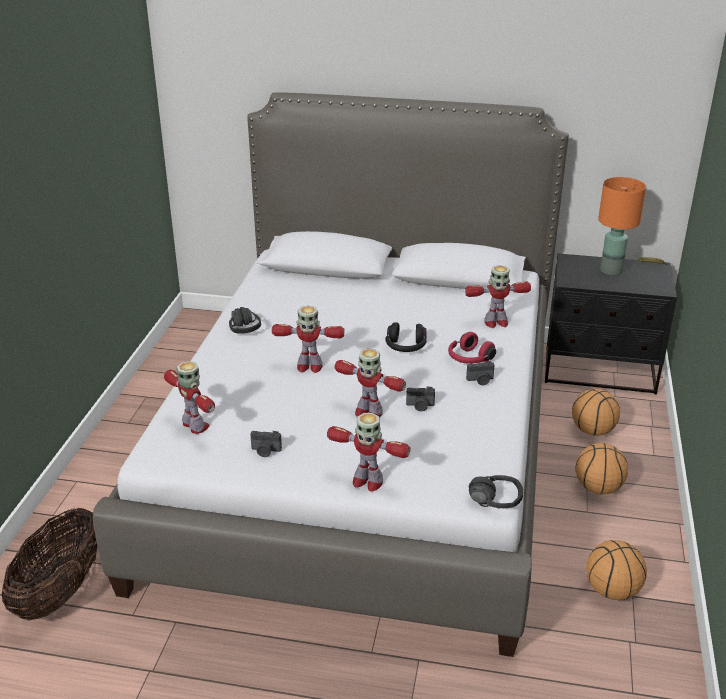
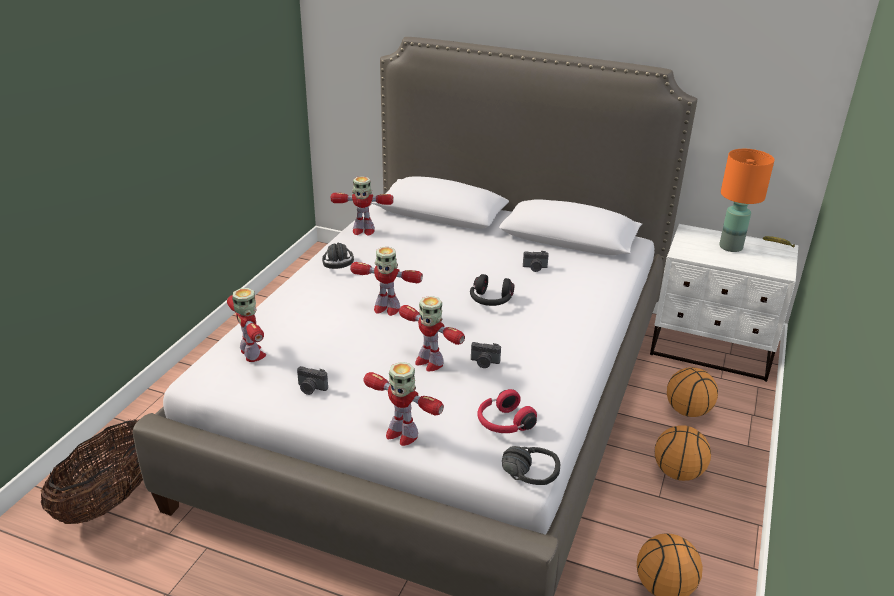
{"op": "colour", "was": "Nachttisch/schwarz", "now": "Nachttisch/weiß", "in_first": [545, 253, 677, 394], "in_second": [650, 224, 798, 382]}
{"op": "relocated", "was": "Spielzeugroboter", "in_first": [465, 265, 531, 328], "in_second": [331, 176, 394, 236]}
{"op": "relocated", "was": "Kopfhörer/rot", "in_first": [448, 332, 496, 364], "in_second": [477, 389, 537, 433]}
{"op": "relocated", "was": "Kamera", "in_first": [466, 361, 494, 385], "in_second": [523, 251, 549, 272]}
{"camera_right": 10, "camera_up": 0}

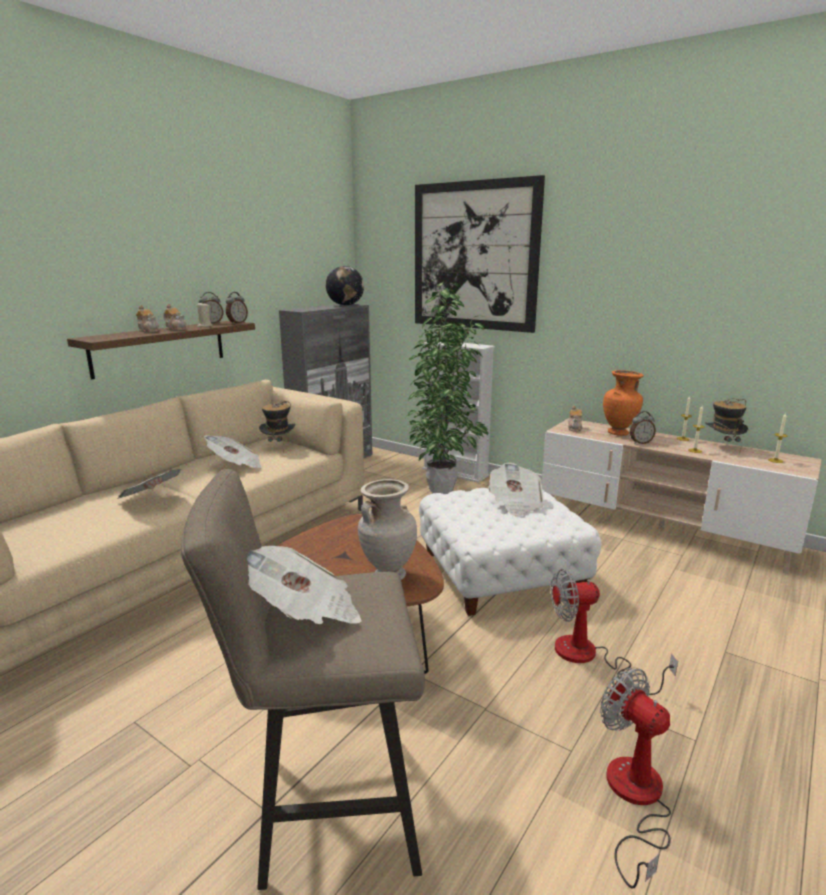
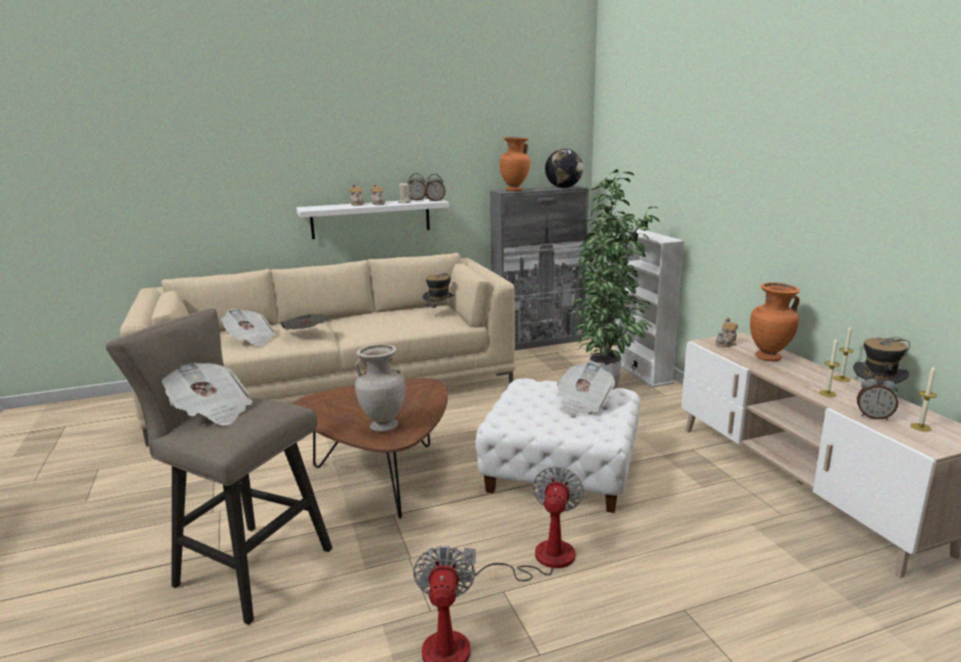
{"op": "missing", "was": "Bild", "in_first": [415, 175, 545, 333]}
{"op": "colour", "was": "Wandregal/braun", "now": "Wandregal/weiß", "in_first": [67, 321, 255, 380], "in_second": [296, 199, 449, 239]}
{"op": "relocated", "was": "Wecker", "in_first": [630, 411, 656, 444], "in_second": [857, 373, 898, 420]}
{"op": "relocated", "was": "Zeitung", "in_first": [204, 435, 262, 469], "in_second": [221, 309, 276, 346]}
{"op": "spun", "was": "Ventilator", "in_first": [551, 569, 678, 695], "in_second": [464, 466, 584, 581], "clockwise": 75}
{"op": "appeared", "now": "Vase/orange", "in_second": [499, 137, 530, 191]}
{"camera_right": 35, "camera_up": 0}

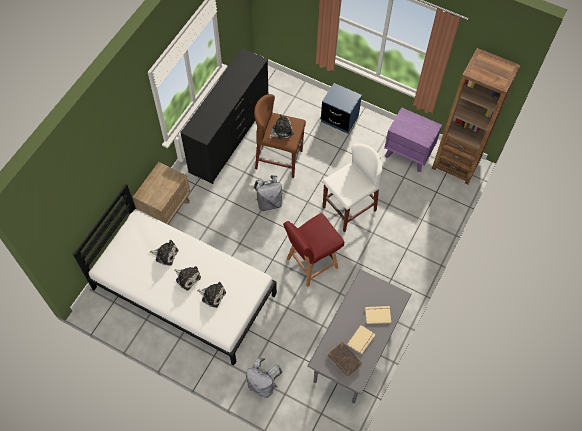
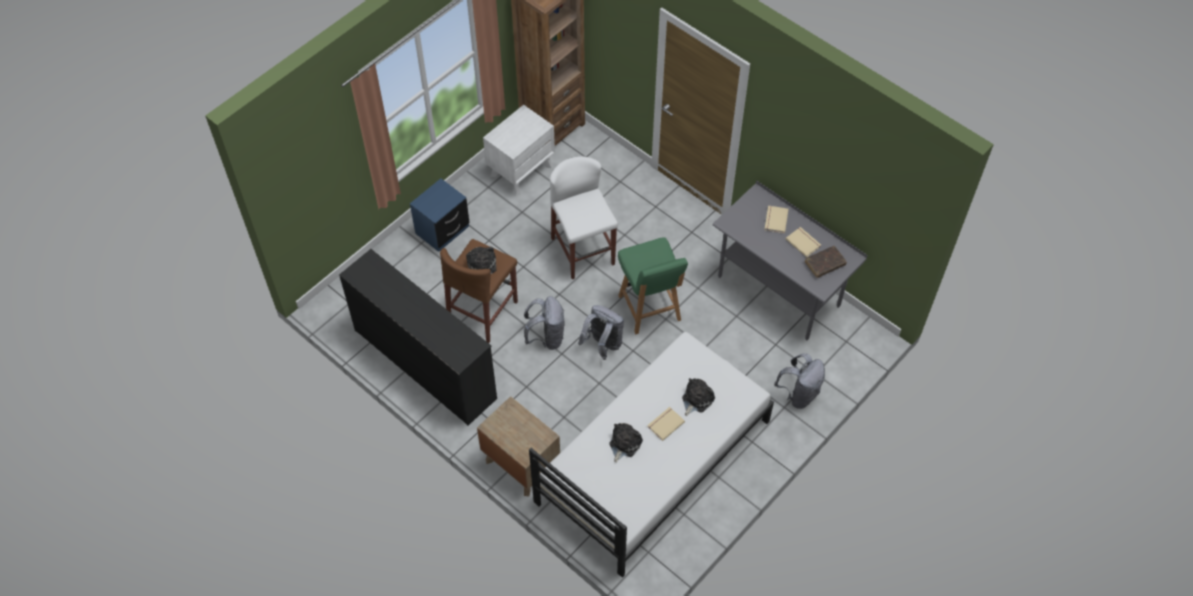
{"op": "colour", "was": "Nachttisch/lila", "now": "Nachttisch/weiß", "in_first": [384, 107, 442, 172], "in_second": [483, 105, 555, 196]}
{"op": "colour", "was": "Stuhl/rot", "now": "Stuhl/grün", "in_first": [283, 213, 344, 287], "in_second": [618, 237, 688, 334]}
{"op": "exchanged", "was": "Plüschtier", "now": "Buch/beige", "in_first": [174, 266, 201, 291], "in_second": [647, 407, 685, 441]}
{"op": "appeared", "now": "Rucksack/grau", "in_second": [578, 305, 624, 360]}
{"camera_right": -75, "camera_up": -5}

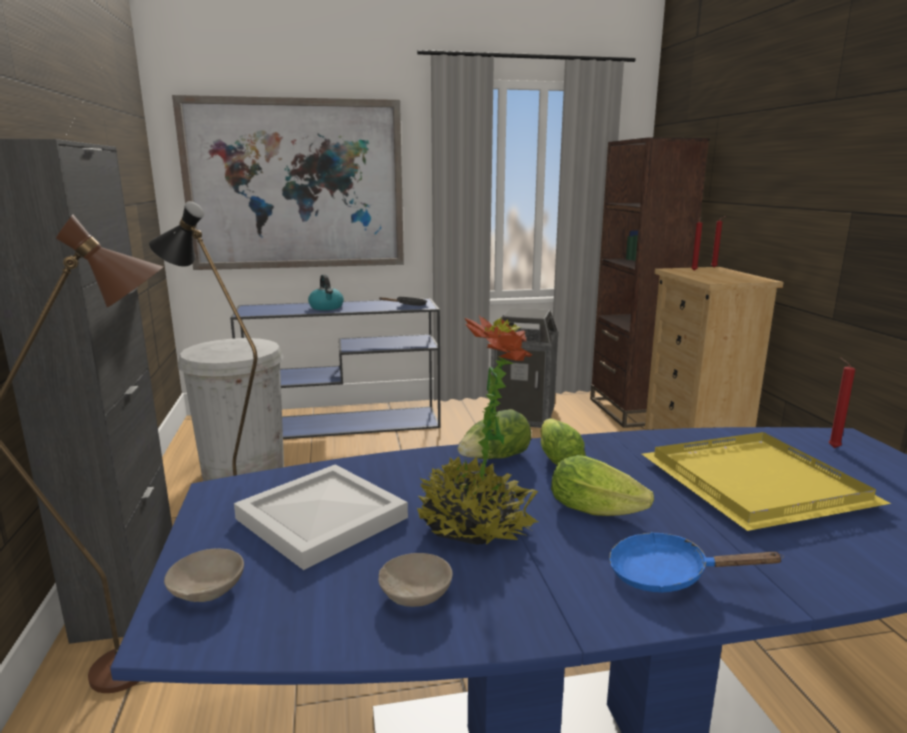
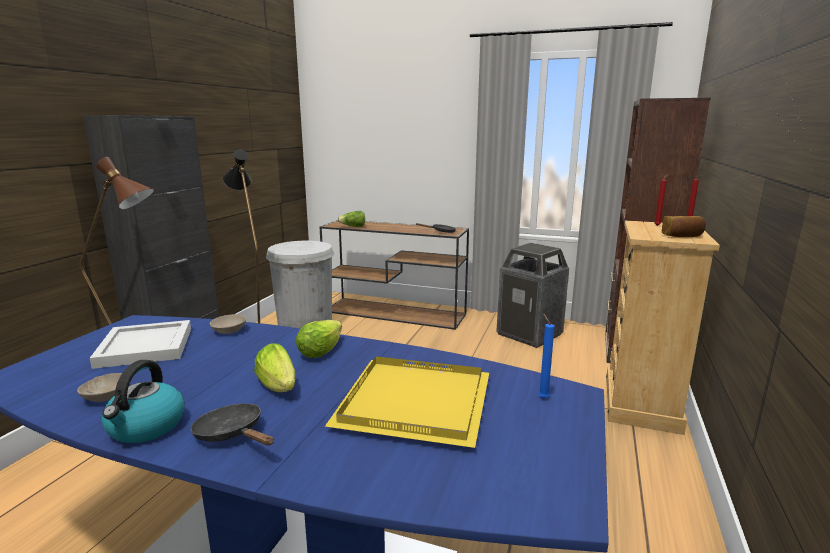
{"op": "missing", "was": "Bild", "in_first": [172, 95, 404, 270]}
{"op": "relocated", "was": "Wasserkessel", "in_first": [308, 274, 344, 310], "in_second": [102, 360, 185, 443]}
{"op": "colour", "was": "Konsolentisch/blau", "now": "Konsolentisch/braun", "in_first": [230, 298, 440, 439], "in_second": [320, 220, 469, 330]}
{"op": "missing", "was": "Topfpflanze", "in_first": [417, 316, 538, 545]}
{"op": "colour", "was": "Kerze/rot", "now": "Kerze/blau", "in_first": [828, 357, 855, 448], "in_second": [538, 314, 555, 399]}
{"op": "relocated", "was": "Salatkopf", "in_first": [458, 409, 531, 459], "in_second": [337, 211, 365, 227]}
{"op": "colour", "was": "Pfanne/blau", "now": "Pfanne/schwarz", "in_first": [609, 532, 784, 593], "in_second": [190, 403, 274, 446]}
{"op": "relocated", "was": "Schüssel/beige", "in_first": [164, 549, 244, 602], "in_second": [210, 314, 246, 334]}
{"op": "appeared", "now": "Brot", "in_second": [662, 216, 706, 237]}
{"camera_right": 30, "camera_up": 0}

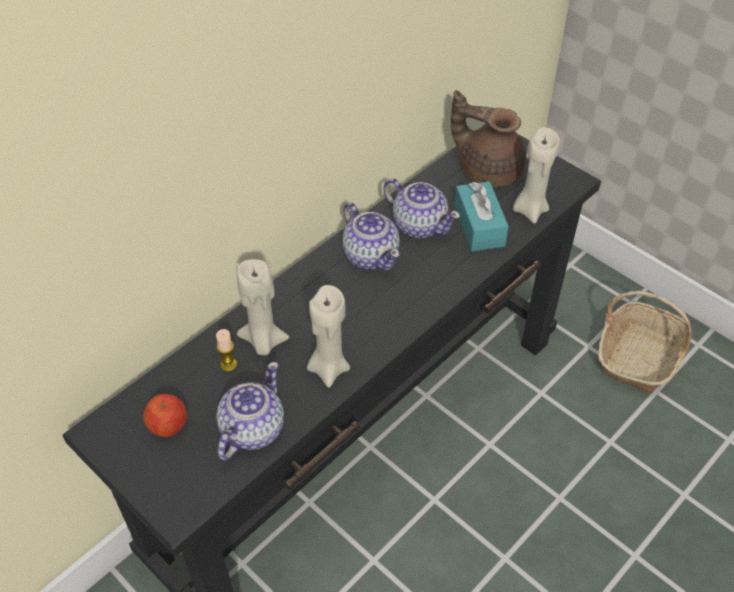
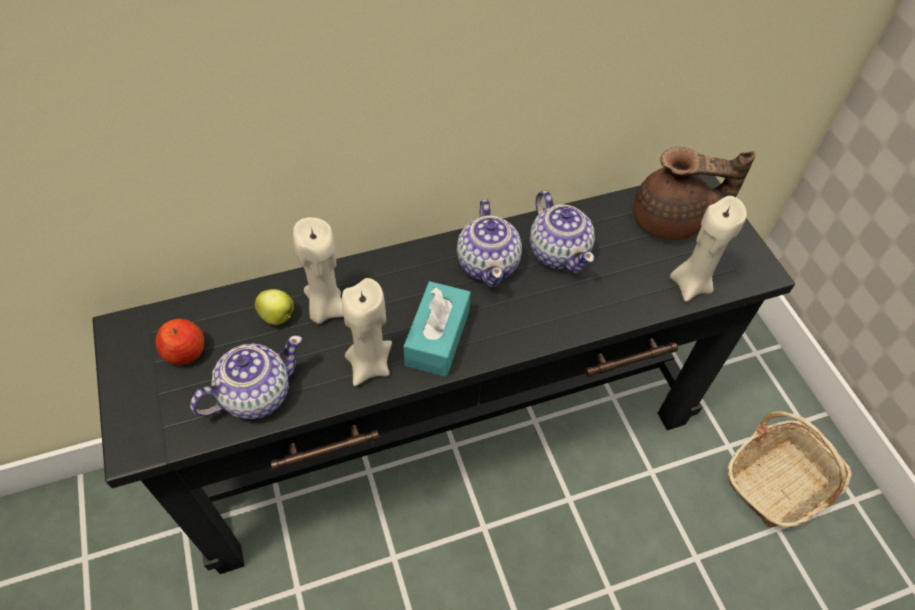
{"op": "spun", "was": "Teekanne/braun", "in_first": [451, 90, 526, 187], "in_second": [633, 147, 756, 240], "clockwise": 135}
{"op": "relocated", "was": "Taschentuchbox/türkis", "in_first": [455, 181, 509, 251], "in_second": [403, 281, 471, 377]}
{"op": "exchanged", "was": "Kerze", "now": "Apfel", "in_first": [216, 329, 237, 372], "in_second": [255, 289, 294, 325]}
{"camera_right": 25, "camera_up": 5}

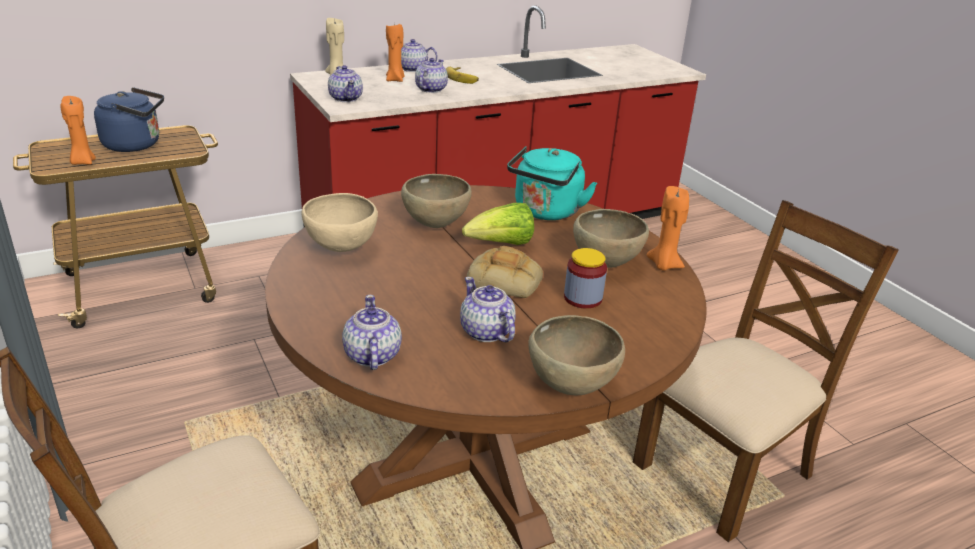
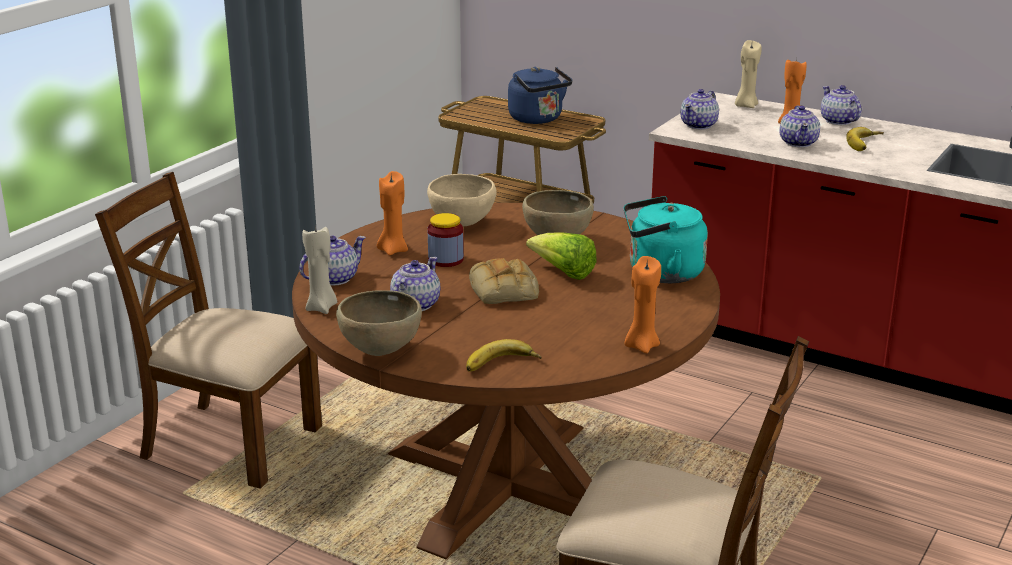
{"op": "spun", "was": "Teekanne", "in_first": [415, 58, 448, 93], "in_second": [779, 105, 820, 147], "clockwise": 105}
{"op": "relocated", "was": "Kerze/orange", "in_first": [60, 96, 96, 165], "in_second": [377, 171, 408, 255]}
{"op": "missing", "was": "Schüssel/braun", "in_first": [573, 209, 649, 268]}
{"op": "relocated", "was": "Vorratsglas", "in_first": [564, 248, 607, 309], "in_second": [428, 213, 464, 267]}
{"op": "appeared", "now": "Kerze/beige", "in_second": [302, 225, 337, 314]}
{"op": "appeared", "now": "Banane", "in_second": [466, 339, 542, 372]}
{"camera_right": 60, "camera_up": -5}

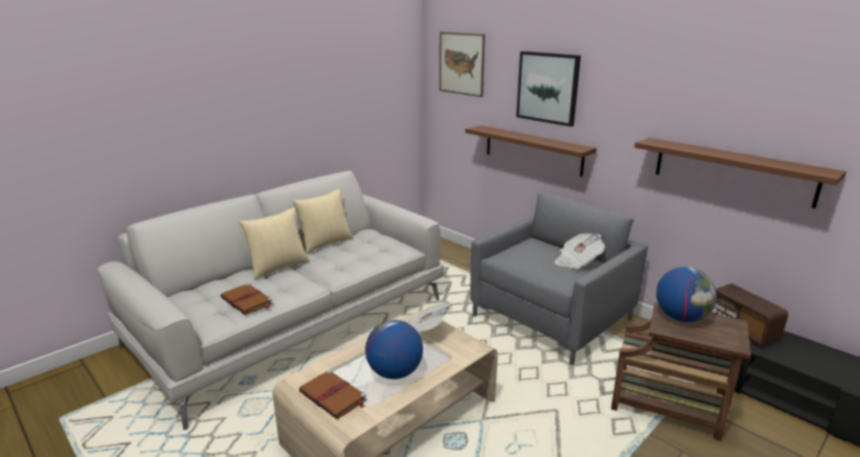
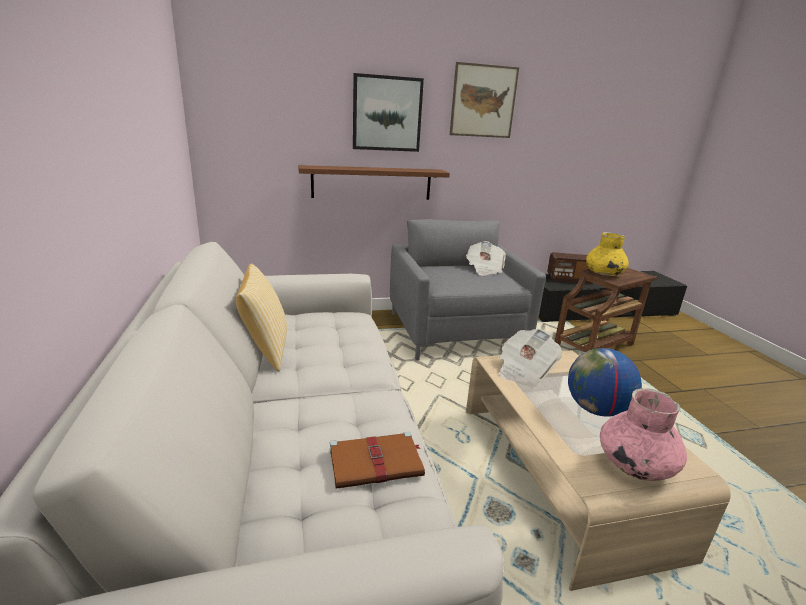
{"op": "relocated", "was": "Bild", "in_first": [439, 32, 485, 97], "in_second": [450, 62, 519, 138]}
{"op": "missing", "was": "Wandregal", "in_first": [634, 138, 846, 208]}
{"op": "missing", "was": "Kissen", "in_first": [239, 207, 310, 280]}
{"op": "exchanged", "was": "Globus", "now": "Vase/gelb", "in_first": [656, 267, 717, 322], "in_second": [586, 232, 629, 276]}
{"op": "exchanged", "was": "Buch/braun", "now": "Vase/rosa", "in_first": [299, 370, 367, 419], "in_second": [600, 388, 687, 481]}
{"camera_right": -60, "camera_up": 0}

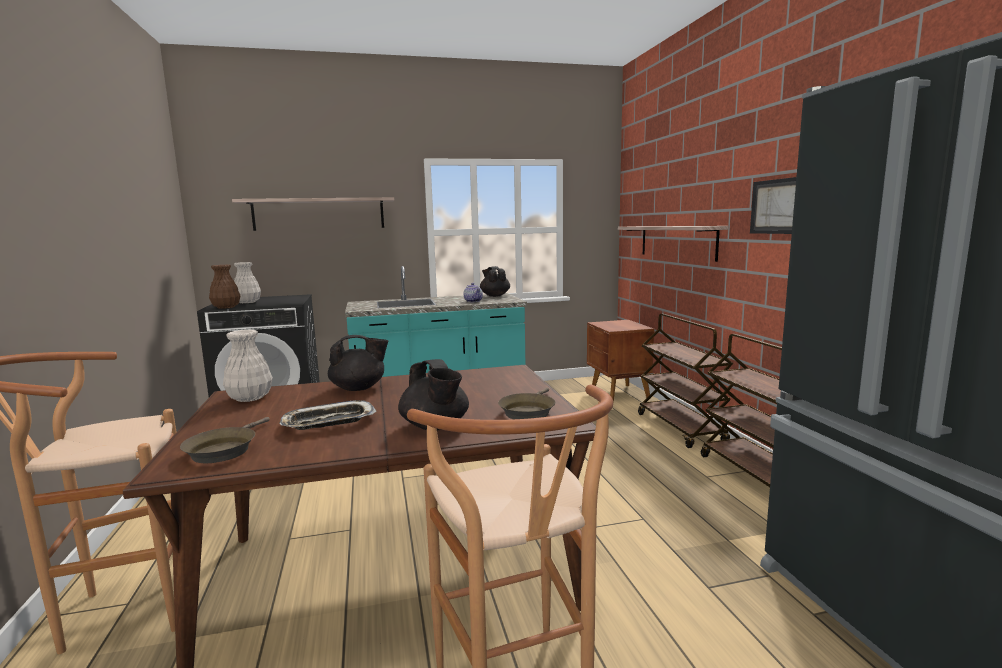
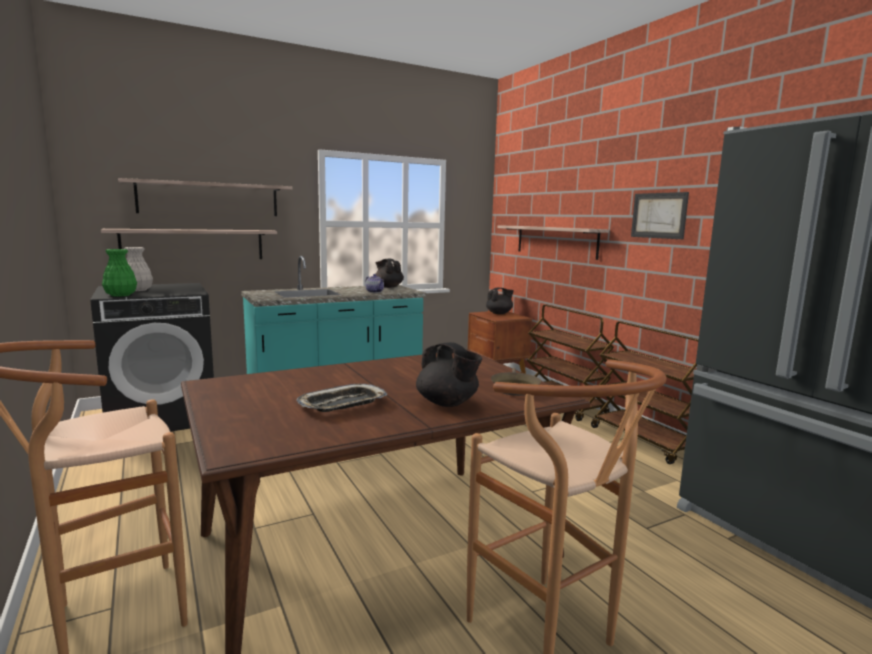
{"op": "colour", "was": "Vase/braun", "now": "Vase/grün", "in_first": [209, 265, 240, 309], "in_second": [102, 249, 137, 297]}
{"op": "missing", "was": "Vase/weiß", "in_first": [223, 329, 273, 402]}
{"op": "relocated", "was": "Teekanne/schwarz", "in_first": [328, 335, 388, 391], "in_second": [486, 288, 514, 314]}
{"op": "missing", "was": "Pfanne/braun", "in_first": [180, 417, 270, 463]}
{"op": "appeared", "now": "Wandregal", "in_second": [101, 229, 277, 259]}
{"camera_right": -15, "camera_up": 0}

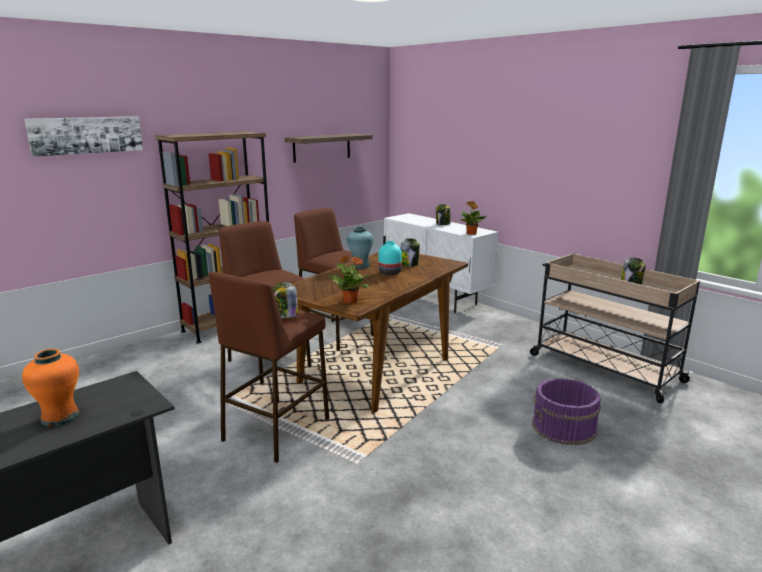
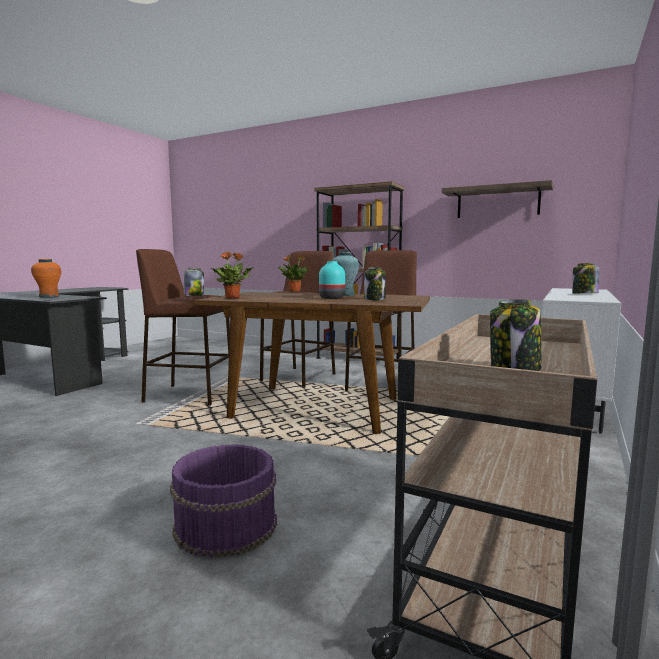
{"op": "missing", "was": "Bild", "in_first": [25, 116, 143, 157]}
{"op": "relocated", "was": "Topfpflanze", "in_first": [461, 201, 486, 235], "in_second": [278, 254, 311, 292]}
{"camera_right": 70, "camera_up": -10}

